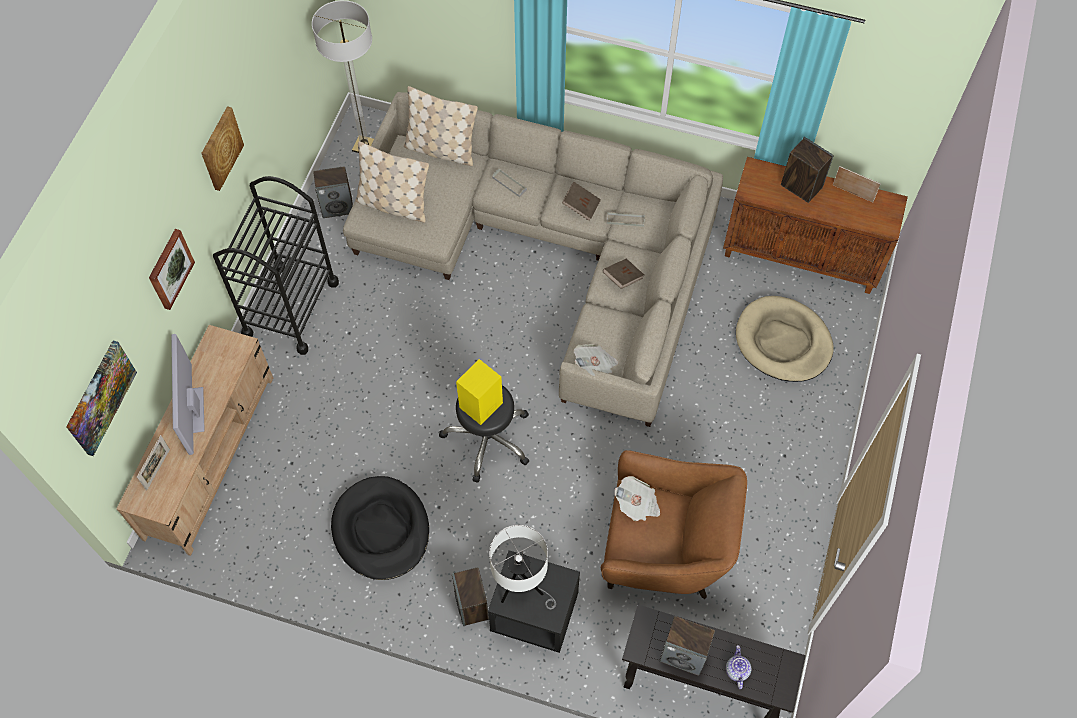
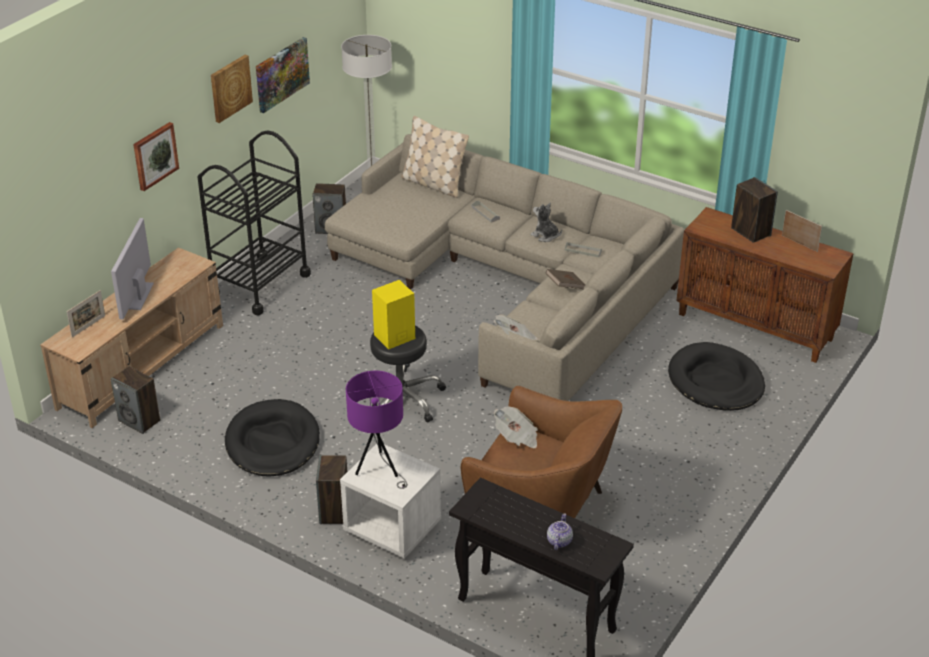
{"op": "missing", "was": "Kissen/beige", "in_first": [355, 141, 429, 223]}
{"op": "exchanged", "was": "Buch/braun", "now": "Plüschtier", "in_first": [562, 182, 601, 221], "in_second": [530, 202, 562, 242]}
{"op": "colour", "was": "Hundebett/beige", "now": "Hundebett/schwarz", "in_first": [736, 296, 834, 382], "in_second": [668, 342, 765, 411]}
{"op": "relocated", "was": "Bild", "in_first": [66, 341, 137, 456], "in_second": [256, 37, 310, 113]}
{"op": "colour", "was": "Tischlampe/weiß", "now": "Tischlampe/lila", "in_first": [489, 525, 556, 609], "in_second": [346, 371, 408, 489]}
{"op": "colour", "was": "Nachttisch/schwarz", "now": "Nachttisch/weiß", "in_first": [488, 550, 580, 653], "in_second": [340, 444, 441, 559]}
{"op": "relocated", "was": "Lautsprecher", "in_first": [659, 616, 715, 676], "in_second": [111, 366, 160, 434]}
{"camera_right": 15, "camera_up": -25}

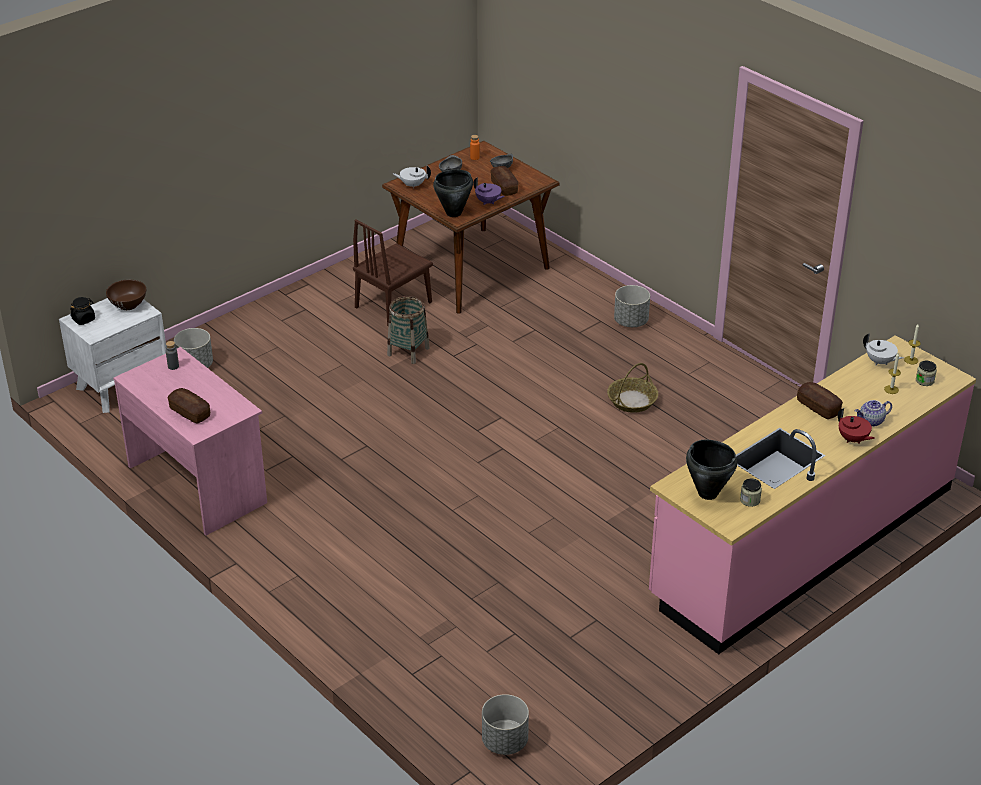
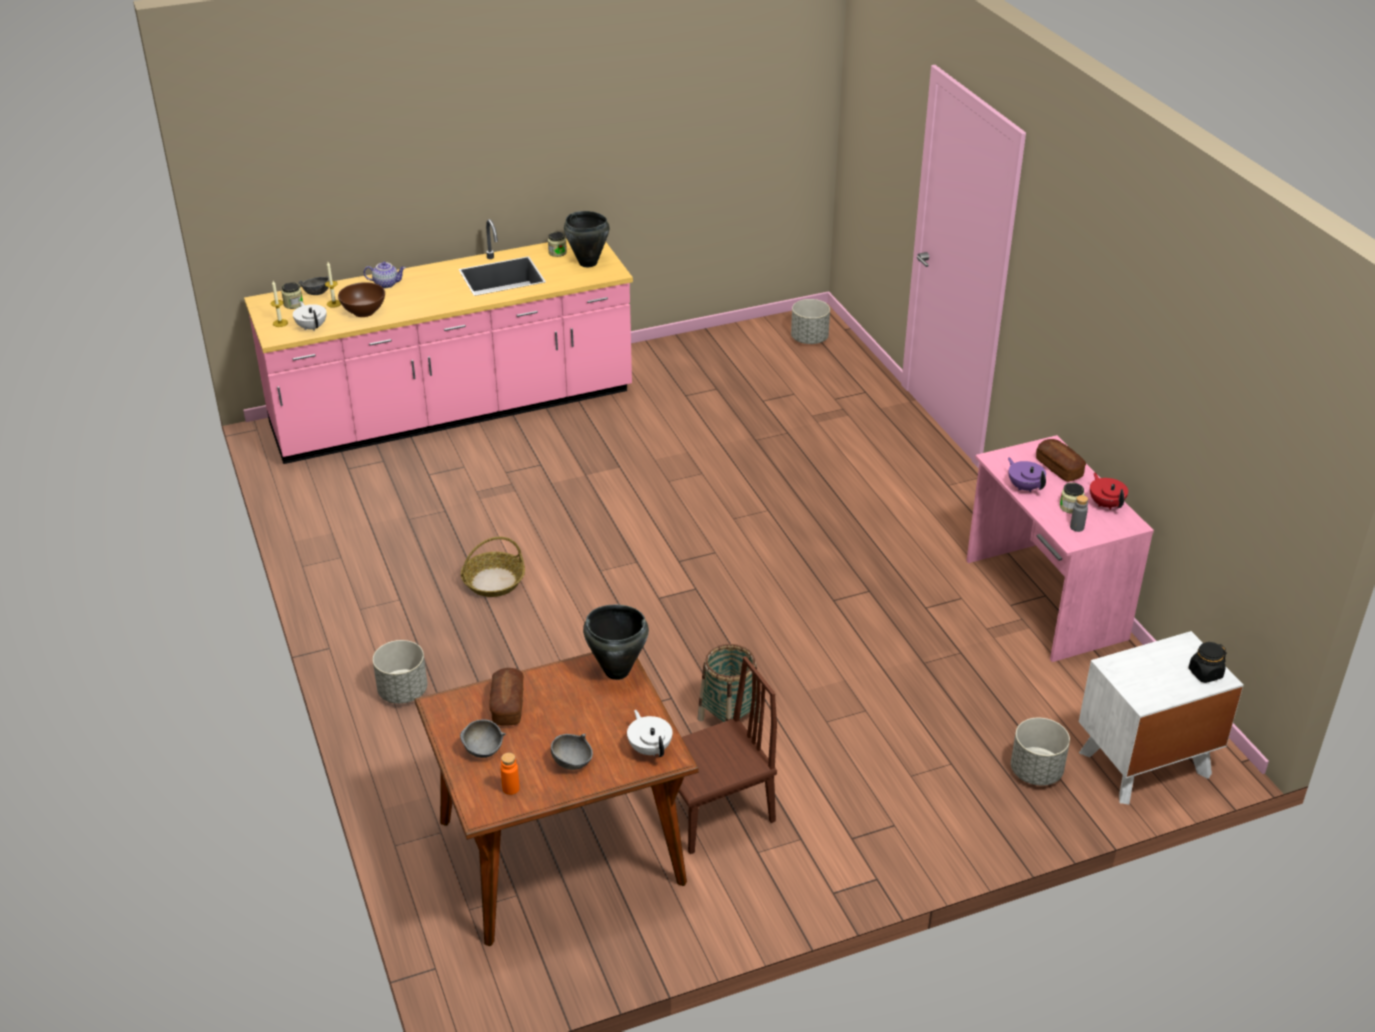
{"op": "spun", "was": "Teekanne/weiß", "in_first": [393, 165, 431, 189], "in_second": [627, 710, 672, 757], "clockwise": -135}
{"op": "relocated", "was": "Teekanne/lila", "in_first": [473, 177, 505, 205], "in_second": [1008, 458, 1046, 492]}
{"op": "relocated", "was": "Schüssel/braun", "in_first": [106, 280, 146, 310], "in_second": [338, 282, 385, 317]}
{"op": "missing", "was": "Brot", "in_first": [797, 382, 843, 419]}
{"op": "relocated", "was": "Teekanne/rot", "in_first": [838, 408, 875, 444], "in_second": [1090, 472, 1128, 510]}
{"op": "appeared", "now": "Schüssel/grau", "in_second": [298, 276, 329, 295]}
{"op": "appeared", "now": "Vorratsglas", "in_second": [1060, 483, 1085, 514]}
{"camera_right": -160, "camera_up": 0}

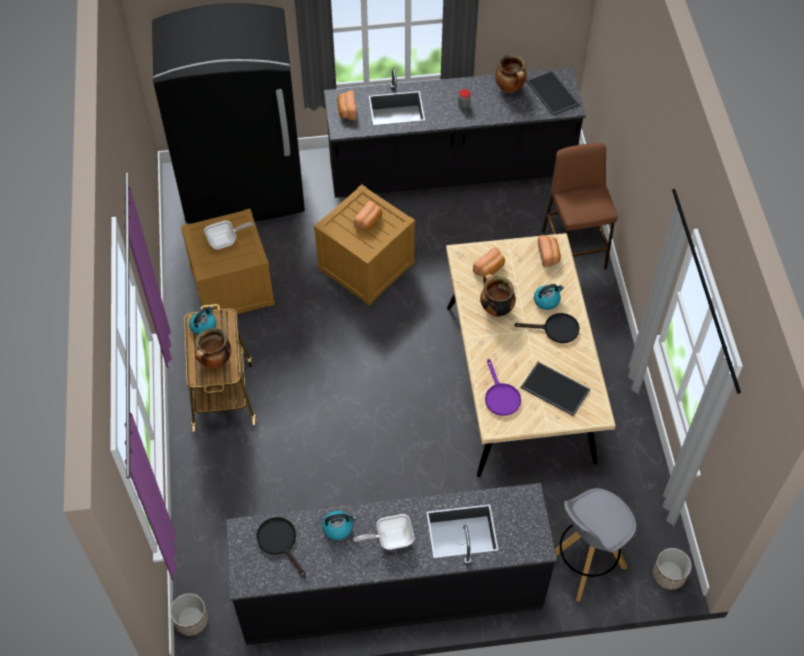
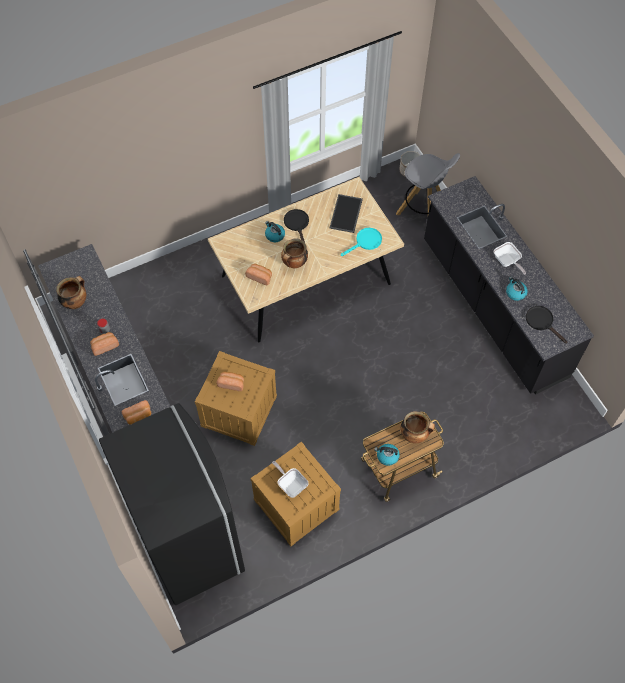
{"op": "missing", "was": "Tablett", "in_first": [526, 70, 579, 115]}
{"op": "missing", "was": "Hocker/braun", "in_first": [542, 143, 618, 270]}
{"op": "relocated", "was": "Brot", "in_first": [538, 235, 561, 267], "in_second": [90, 332, 119, 356]}
{"op": "colour", "was": "Pfanne/lila", "now": "Pfanne/türkis", "in_first": [485, 359, 521, 416], "in_second": [341, 228, 382, 256]}
{"op": "spun", "was": "Pfanne/schwarz", "in_first": [257, 517, 306, 578], "in_second": [526, 306, 568, 343], "clockwise": 105}
{"op": "missing", "was": "Pflanzkübel", "in_first": [170, 593, 208, 636]}
{"camera_right": -110, "camera_up": 5}

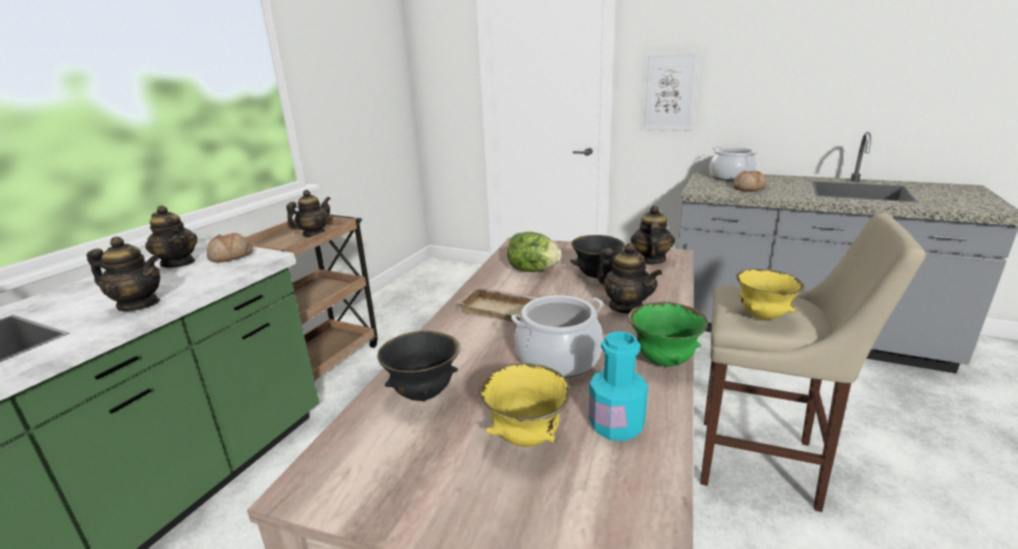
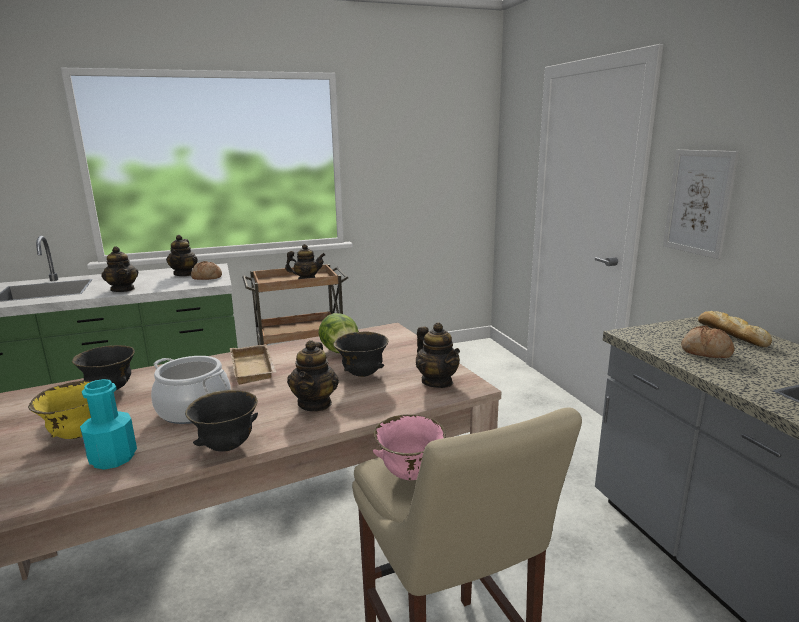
{"op": "exchanged", "was": "Kochtopf", "now": "Brot", "in_first": [709, 146, 759, 181], "in_second": [698, 311, 772, 347]}
{"op": "spun", "was": "Teekanne", "in_first": [631, 205, 675, 265], "in_second": [416, 322, 460, 388], "clockwise": 90}
{"op": "colour", "was": "Schüssel/gelb", "now": "Schüssel/rosa", "in_first": [736, 269, 805, 319], "in_second": [373, 414, 446, 480]}
{"op": "colour", "was": "Schüssel/grün", "now": "Schüssel/schwarz", "in_first": [628, 302, 708, 367], "in_second": [185, 390, 258, 452]}
{"camera_right": 45, "camera_up": -5}

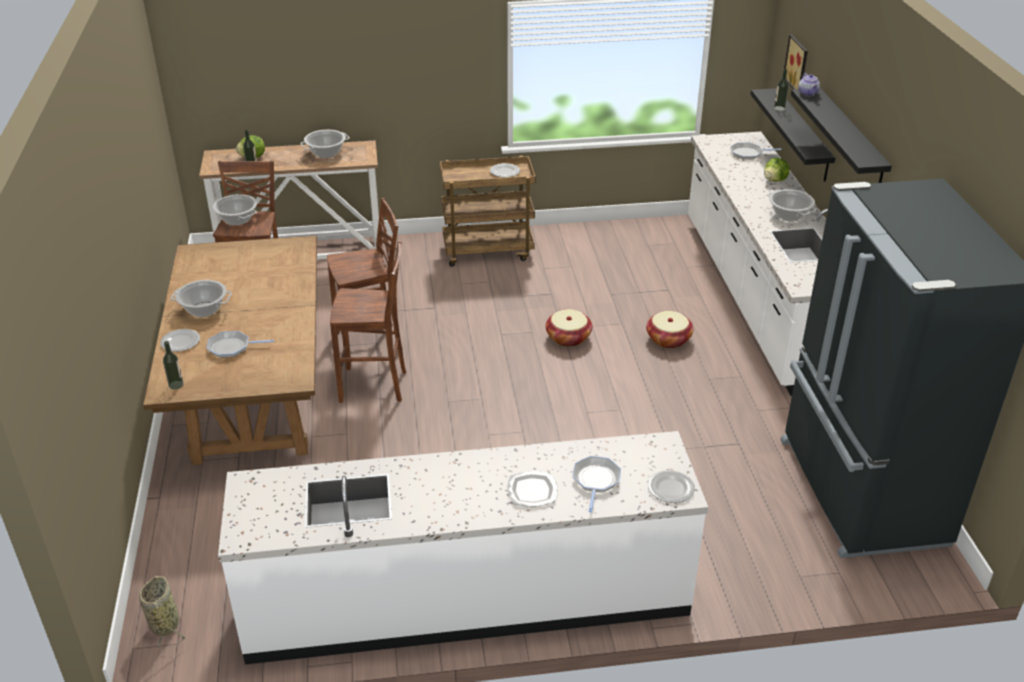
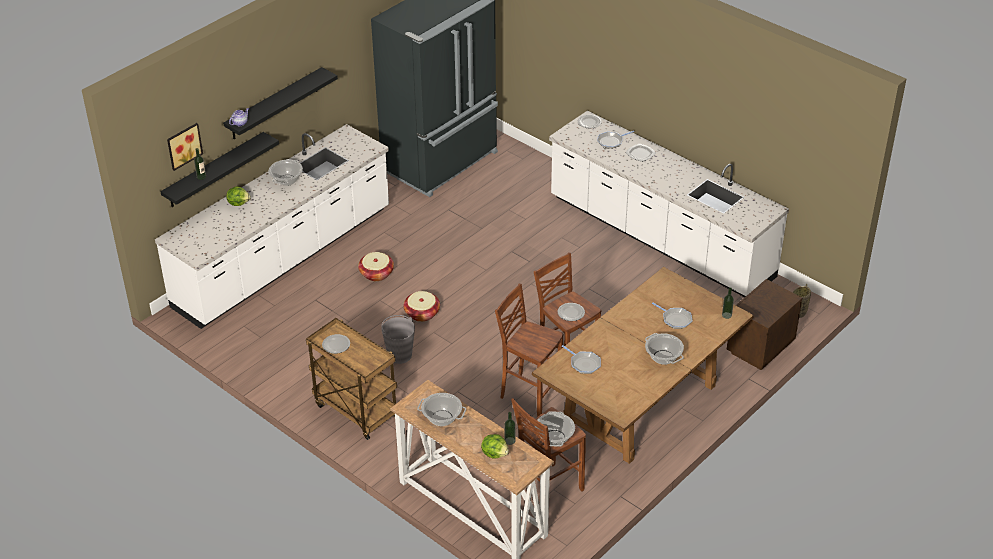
{"op": "relocated", "was": "Pfanne", "in_first": [730, 142, 781, 160], "in_second": [562, 345, 601, 374]}
{"op": "relocated", "was": "Teller", "in_first": [160, 329, 200, 352], "in_second": [558, 303, 585, 321]}
{"op": "appeared", "now": "Nachttisch/braun", "in_second": [727, 279, 802, 370]}
{"op": "appeared", "now": "Eimer/grau", "in_second": [381, 315, 415, 364]}
{"camera_right": -130, "camera_up": 5}

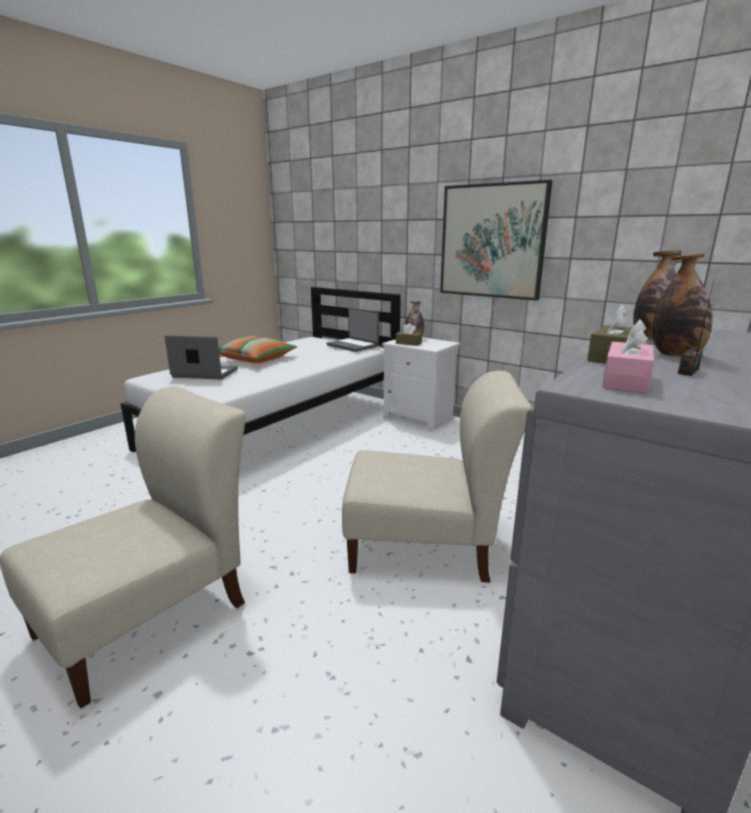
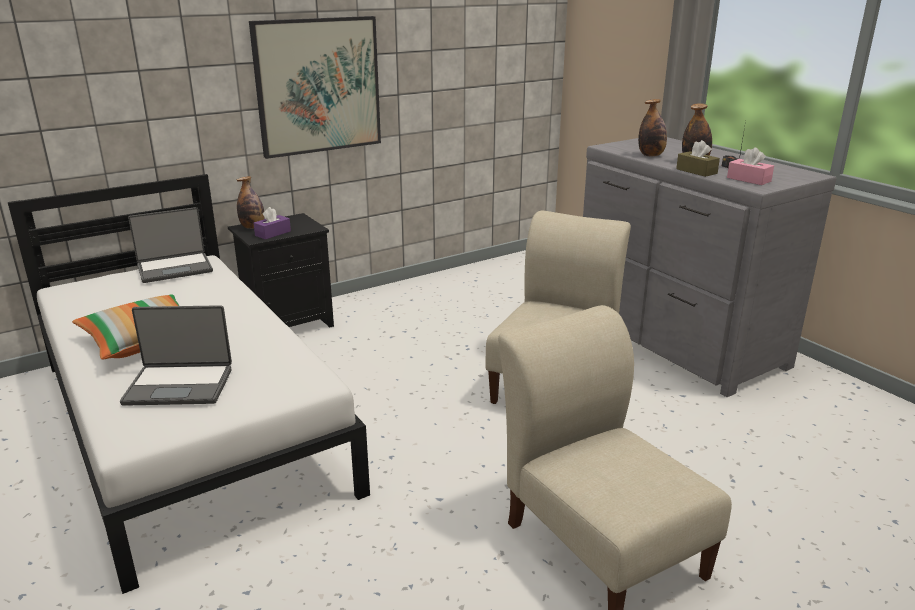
{"op": "colour", "was": "Taschentuchbox/braun", "now": "Taschentuchbox/lila", "in_first": [396, 323, 422, 346], "in_second": [254, 207, 291, 240]}
{"op": "spun", "was": "Laptop", "in_first": [165, 335, 238, 380], "in_second": [120, 305, 232, 406], "clockwise": -120}
{"op": "colour", "was": "Nachttisch/weiß", "now": "Nachttisch/schwarz", "in_first": [382, 337, 460, 432], "in_second": [228, 213, 334, 328]}
{"camera_right": -70, "camera_up": 5}

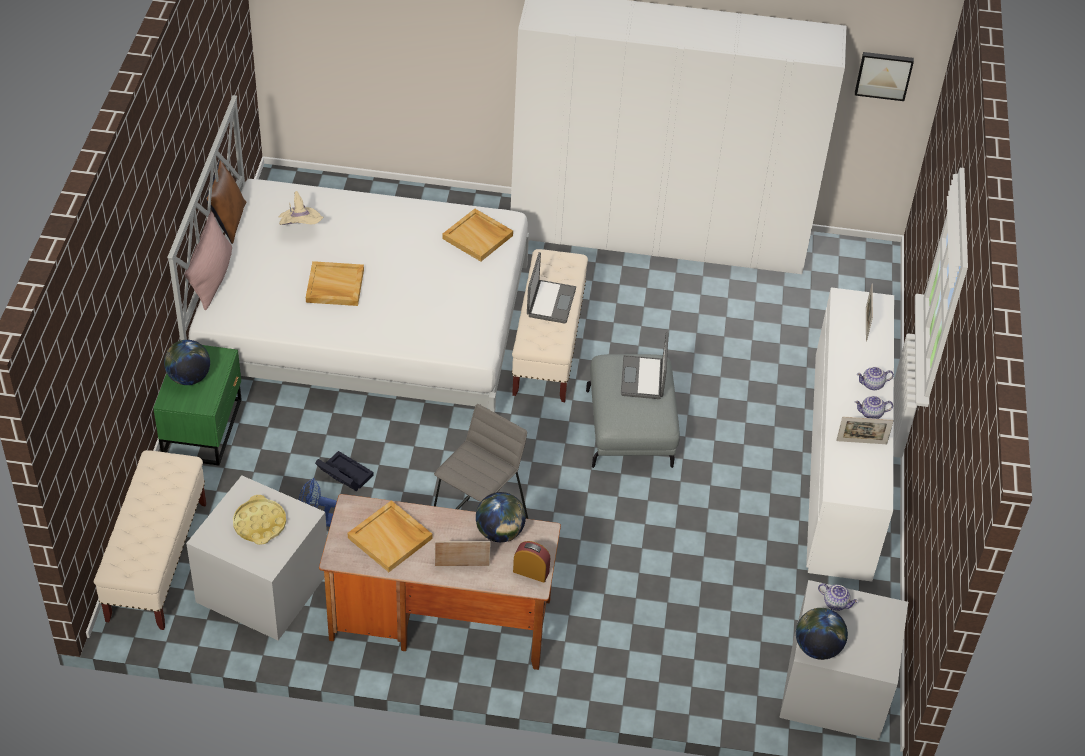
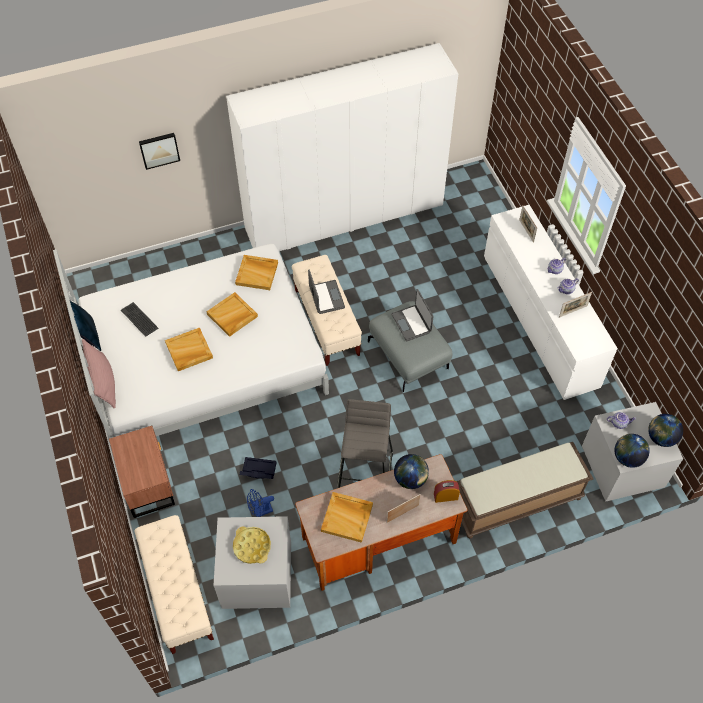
{"op": "relocated", "was": "Bild", "in_first": [855, 52, 914, 101], "in_second": [139, 133, 180, 170]}
{"op": "colour", "was": "Kissen/braun", "now": "Kissen/blau", "in_first": [206, 160, 246, 244], "in_second": [67, 301, 101, 351]}
{"op": "exchanged", "was": "Hut/beige", "now": "Tastatur", "in_first": [279, 191, 323, 225], "in_second": [121, 302, 159, 337]}
{"op": "relocated", "was": "Globus", "in_first": [164, 340, 210, 385], "in_second": [648, 414, 683, 447]}
{"op": "colour", "was": "Nachttisch/grün", "now": "Nachttisch/braun", "in_first": [153, 345, 242, 465], "in_second": [109, 425, 175, 518]}
{"op": "appeared", "now": "Tablett/beige", "in_second": [207, 292, 258, 337]}
{"op": "appeared", "now": "Bank/braun", "in_second": [456, 442, 593, 538]}
{"camera_right": -25, "camera_up": 10}

